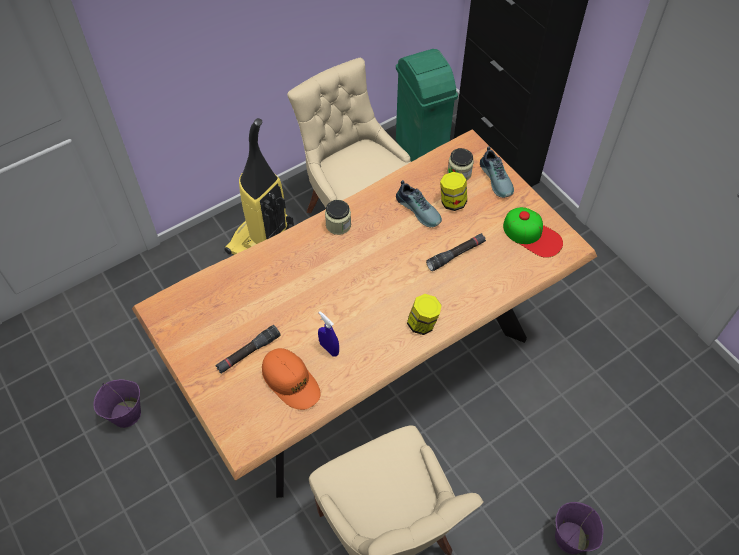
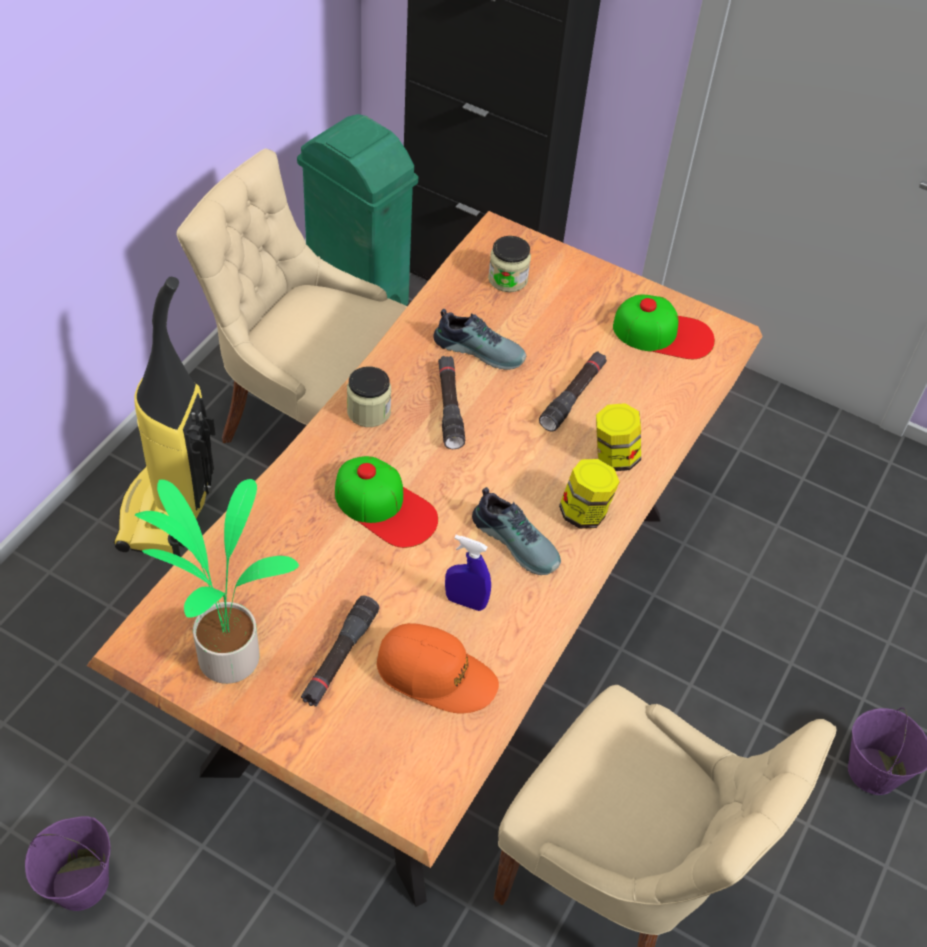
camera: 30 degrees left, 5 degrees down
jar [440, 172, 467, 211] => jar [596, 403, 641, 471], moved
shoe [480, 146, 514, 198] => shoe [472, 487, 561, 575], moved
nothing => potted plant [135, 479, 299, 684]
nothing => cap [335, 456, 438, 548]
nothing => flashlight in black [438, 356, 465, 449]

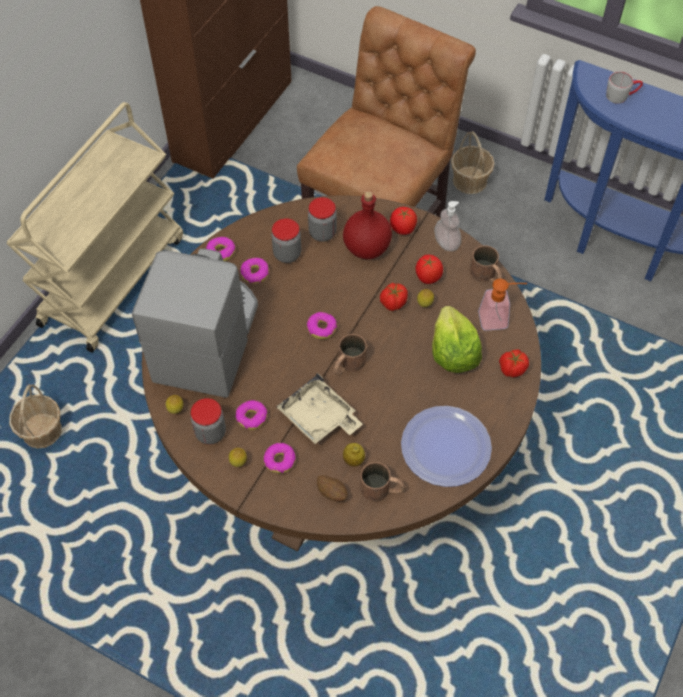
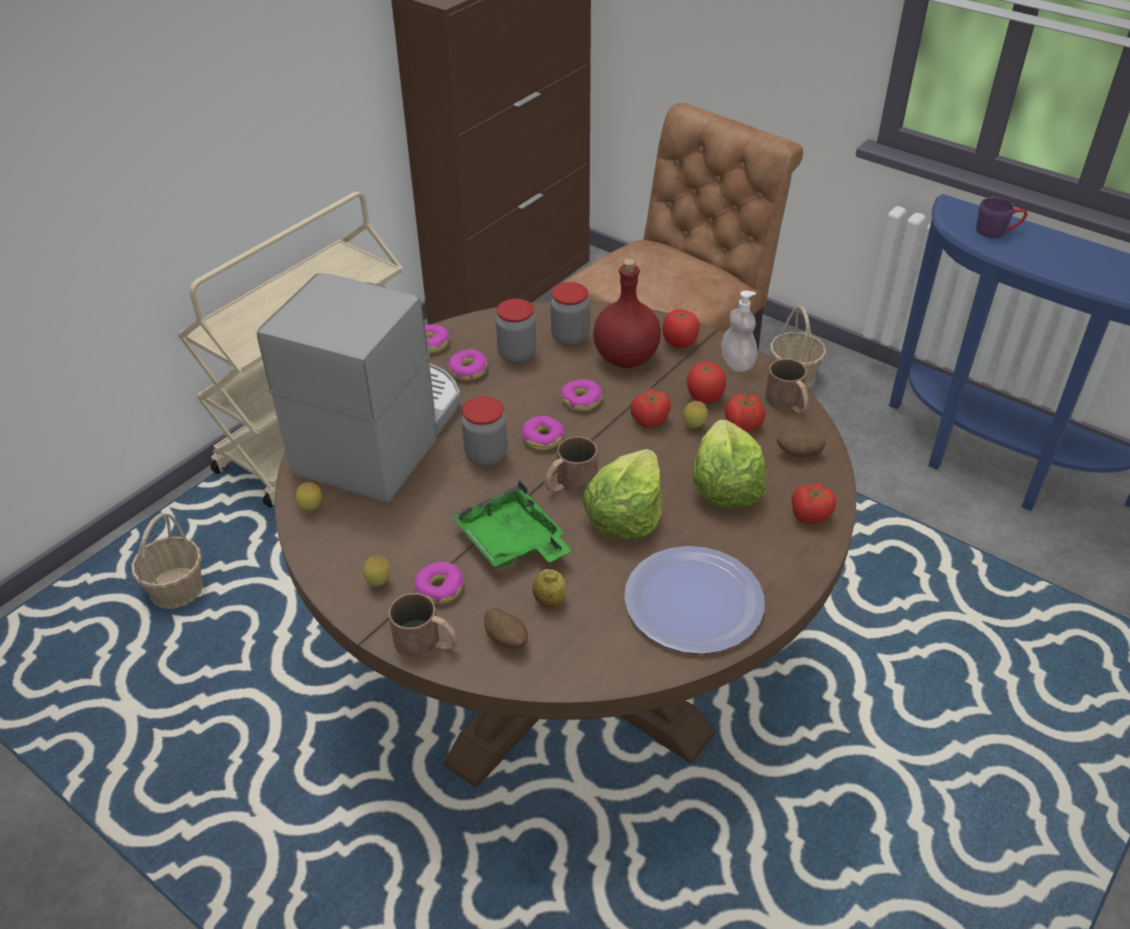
camera: 10 degrees right, 15 degrees down
jar [191, 398, 226, 445] => jar [462, 396, 508, 467], moved
donut [235, 400, 267, 430] => donut [561, 379, 602, 411], moved
tray in beige [276, 373, 363, 444] => tray in green [451, 480, 572, 567]
mug in brown [360, 462, 405, 502] => mug in brown [388, 593, 458, 658], moved
soap dispenser [478, 278, 527, 331] => potato [777, 430, 826, 457]
mug in grey [606, 71, 643, 104] => mug in purple [976, 197, 1028, 238]
nothing => lettuce [582, 449, 663, 540]
nothing => tomato [725, 392, 766, 432]

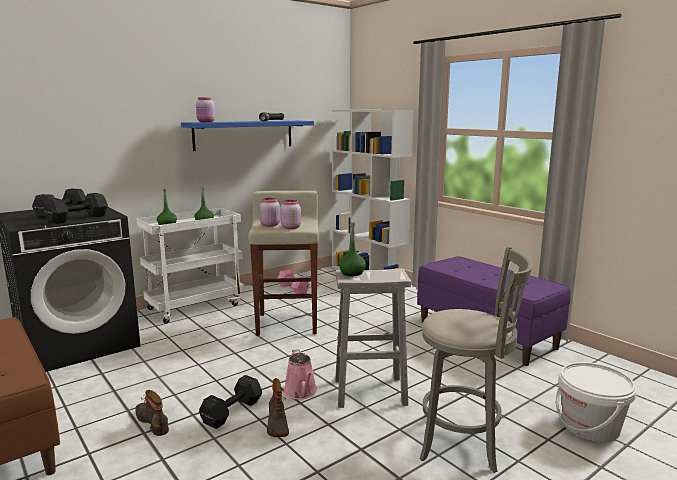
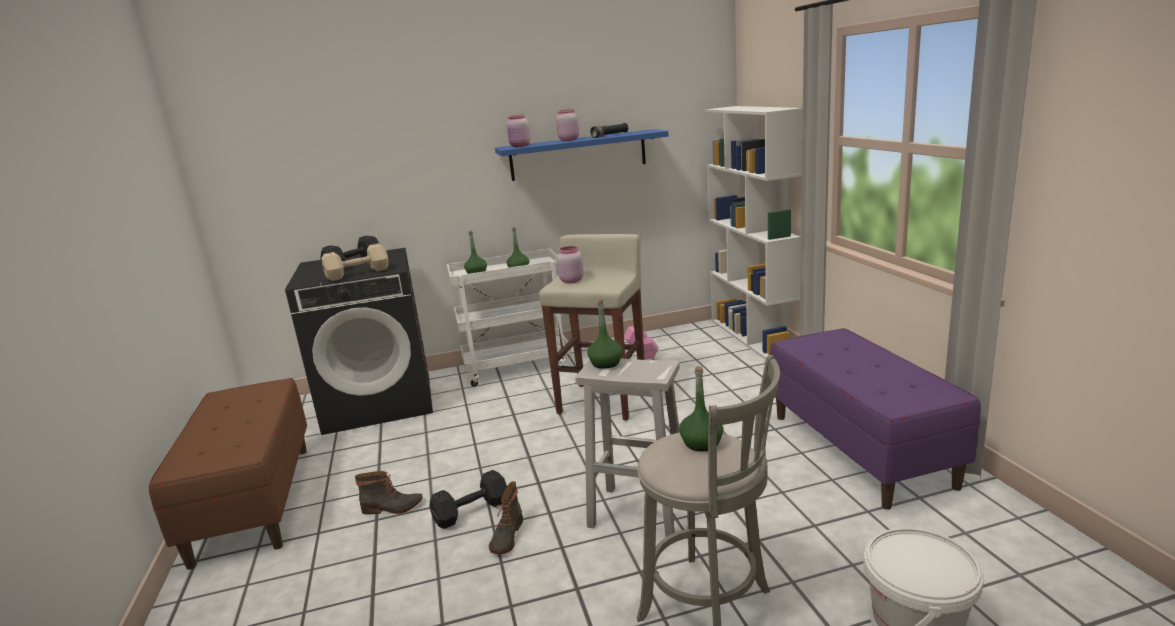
camera: 25 degrees right, 5 degrees up
dumbbell in black [43, 193, 108, 224] => dumbbell in beige [321, 244, 389, 281]
boot [135, 390, 169, 436] => boot [355, 471, 423, 515], 105 degrees clockwise
jar in pink [280, 200, 301, 229] => jar in pink [556, 109, 579, 141], moved
watering can in pink [284, 349, 317, 399] => nothing
nothing => bottle in green [679, 366, 723, 452]

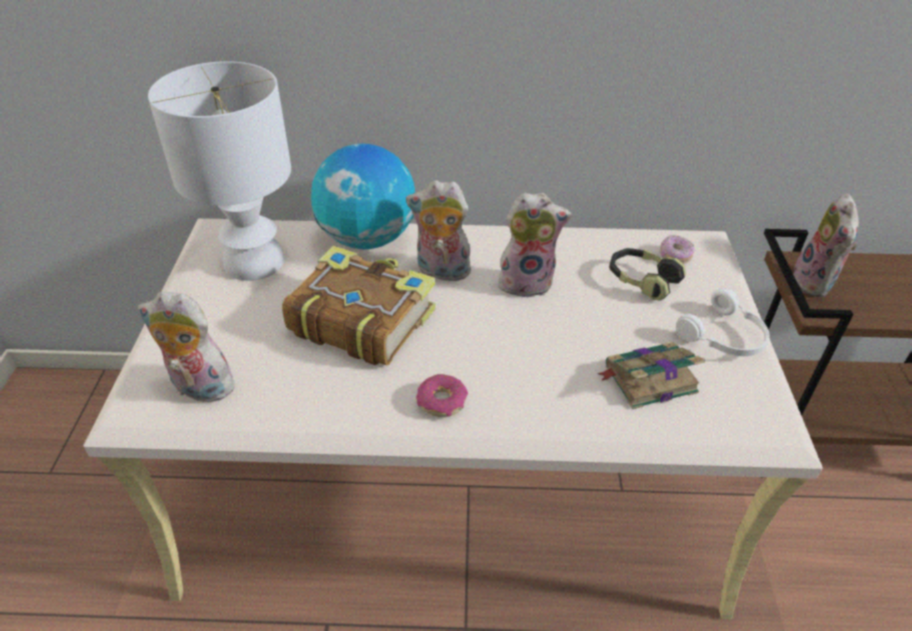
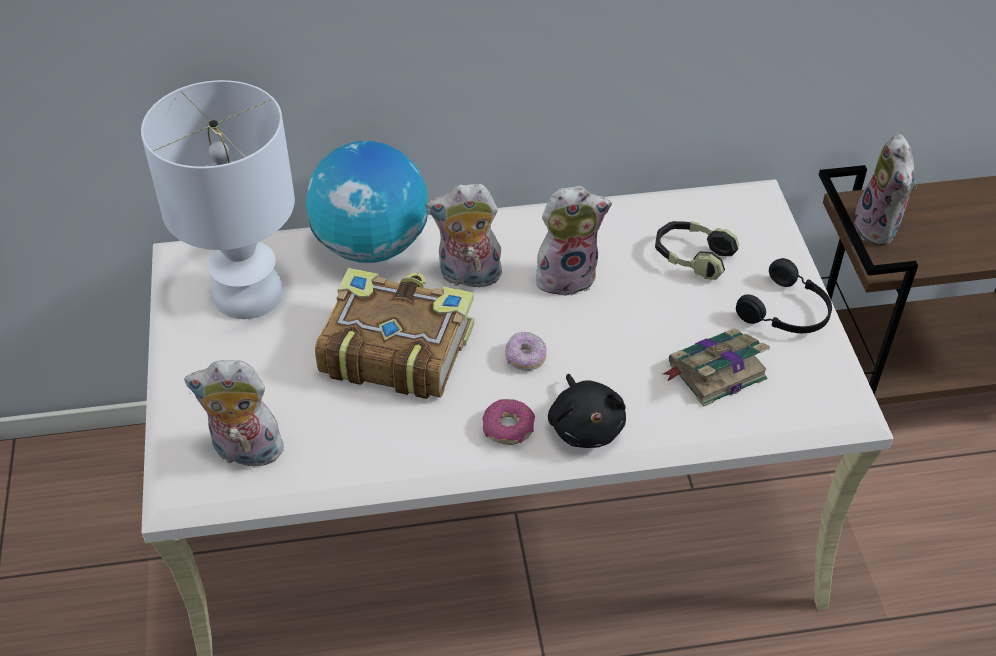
camera: 10 degrees left, 5 degrees up
donut [660, 235, 694, 264] => donut [505, 332, 547, 371], moved
headphones in white [676, 288, 769, 356] => headphones in black [736, 258, 832, 333]
nothing => plush toy in black [548, 374, 626, 448]

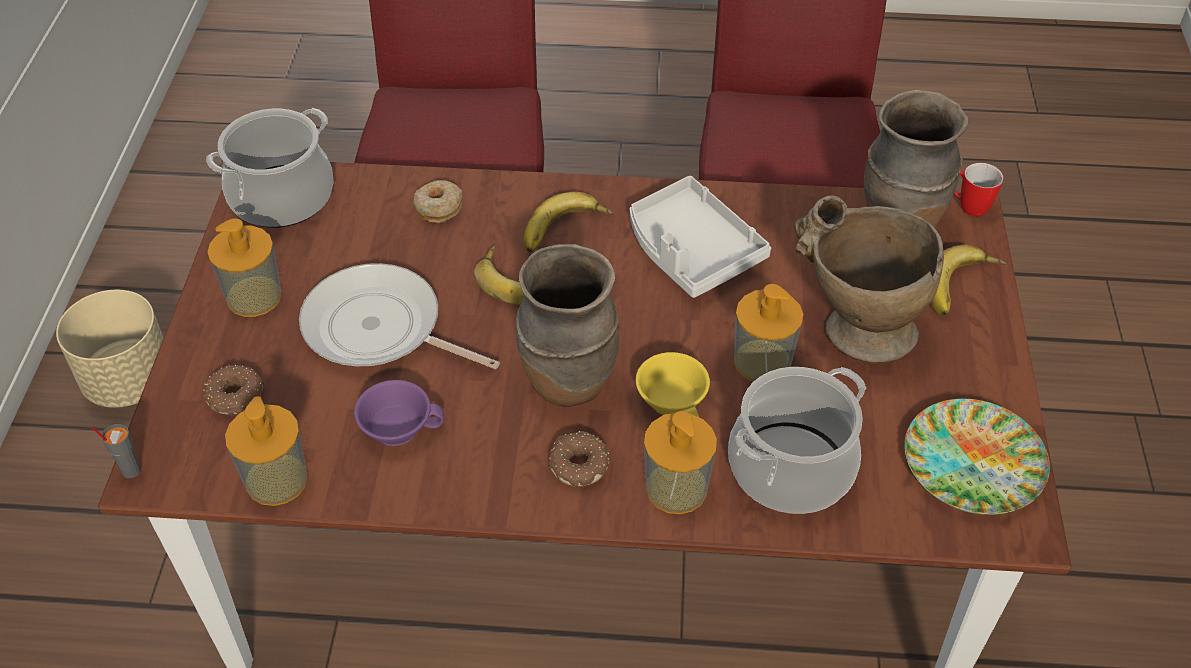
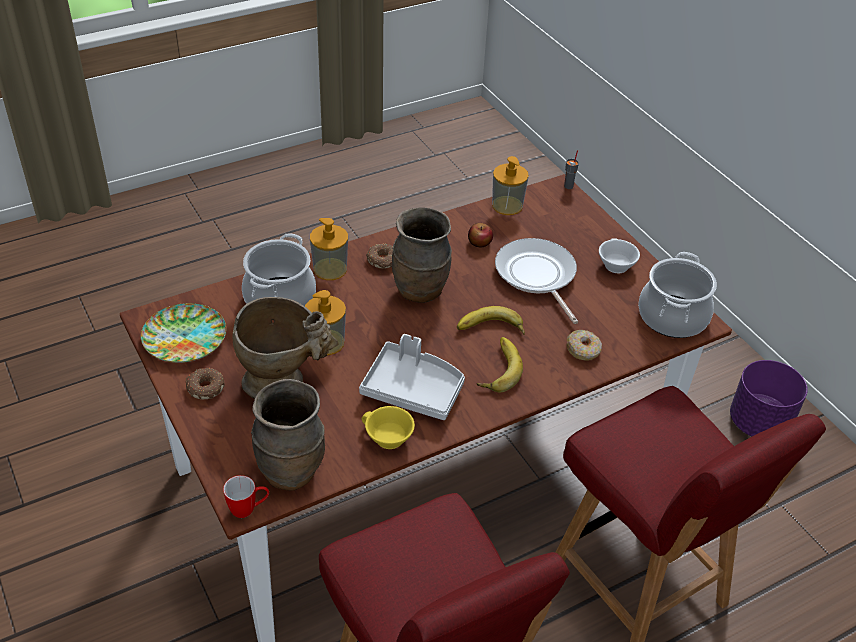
camera: 145 degrees right, 5 degrees down
planter in beige [56, 290, 163, 408] => planter in purple [730, 360, 808, 437]
donut [203, 365, 264, 416] => donut [186, 368, 225, 399], moved
soap dispenser [208, 218, 282, 317] => cup in white [599, 238, 640, 273]
frying pan [299, 263, 500, 369] => frying pan [495, 238, 578, 324], 105 degrees counterclockwise
cup in purple [354, 380, 444, 446] => apple [468, 223, 493, 247]
cup in yellow [636, 352, 710, 417] => cup in yellow [362, 406, 415, 449], moved
banana [930, 245, 1007, 315] => nothing

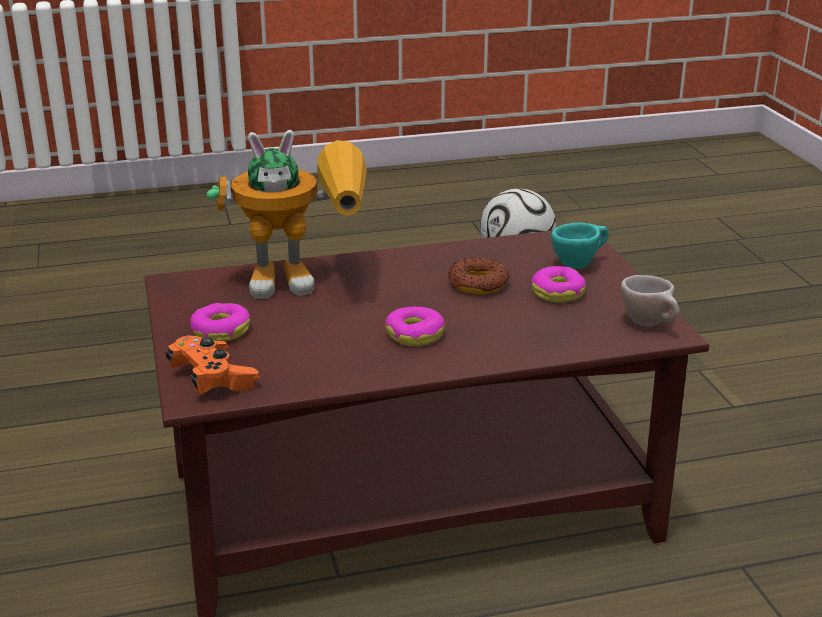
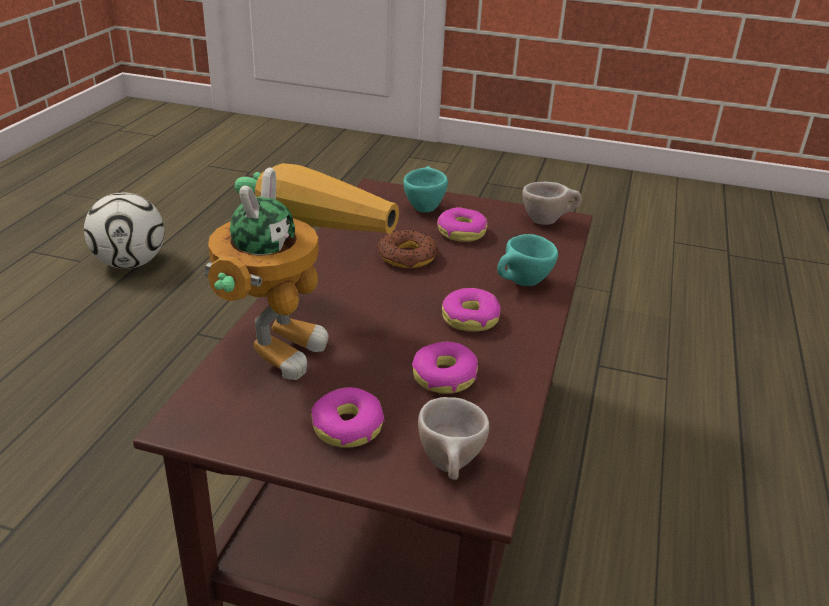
camera: 60 degrees left, 5 degrees up
game controller in orange [166, 335, 259, 395] => cup in beige [418, 397, 489, 480]
nothing => donut [412, 342, 478, 394]
nothing => cup in turquoise [497, 234, 558, 286]

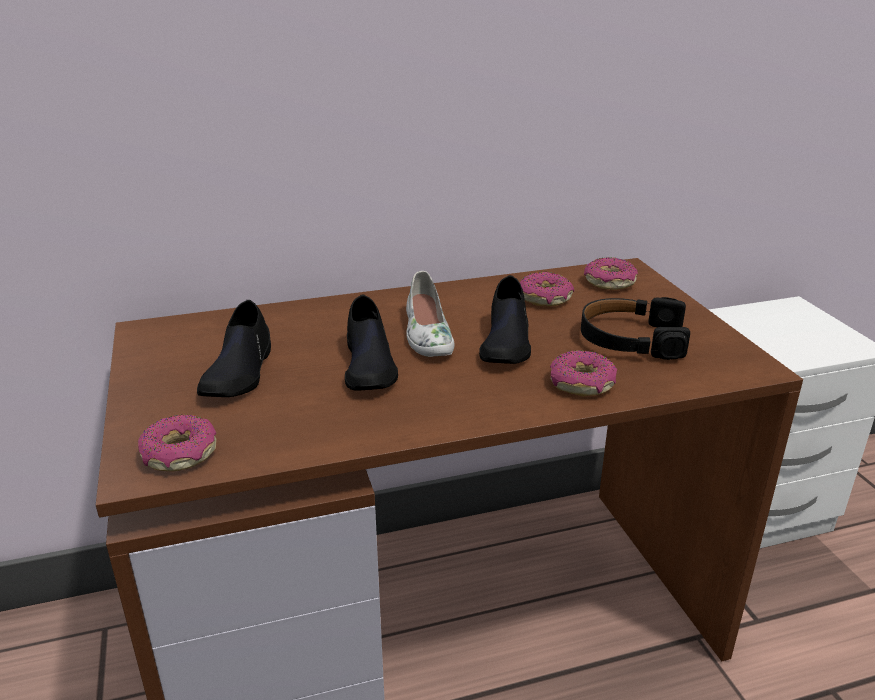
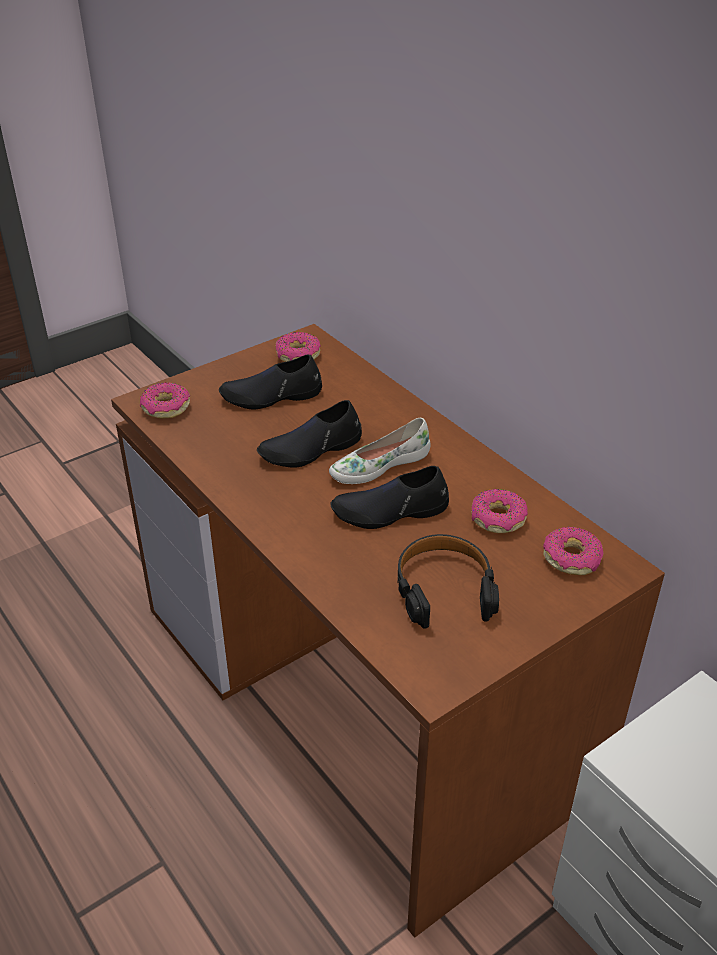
camera: 70 degrees right, 10 degrees up
donut [550, 350, 617, 396] => donut [275, 332, 321, 362], moved

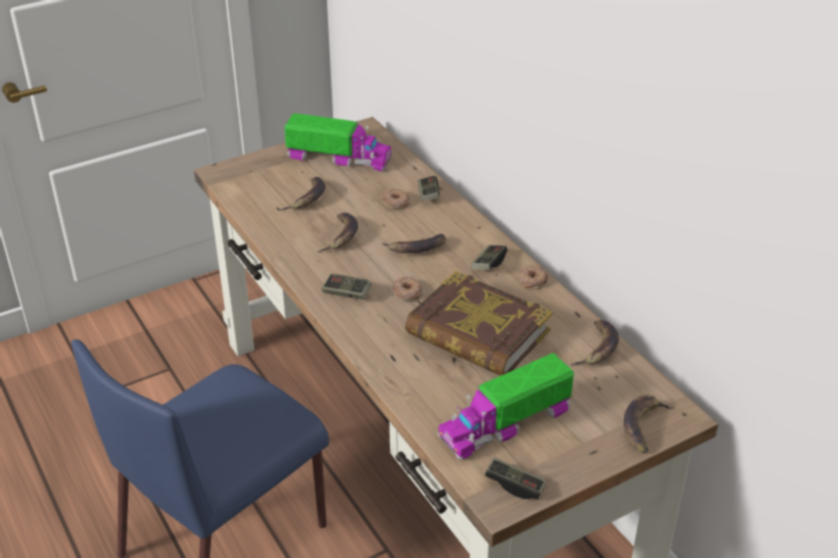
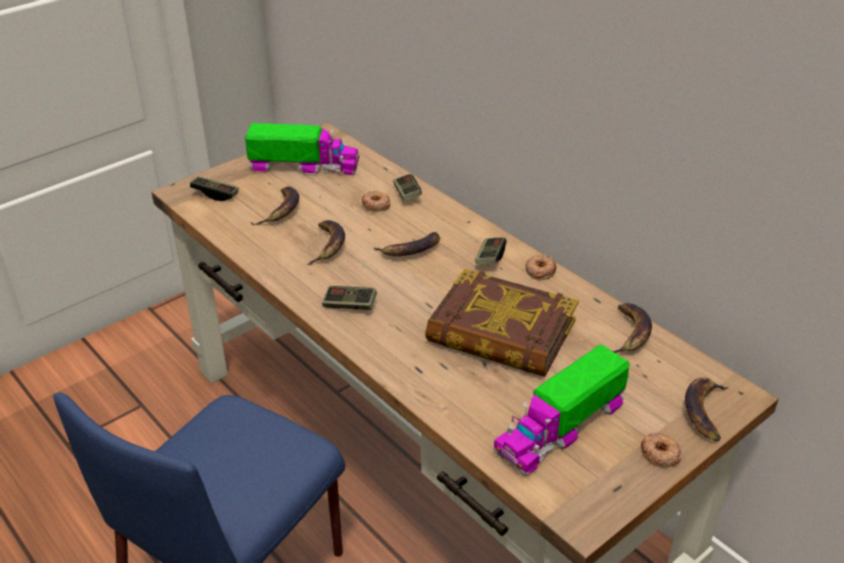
camera: 10 degrees left, 0 degrees up
donut [392, 277, 423, 301] => donut [641, 433, 682, 467], moved
game controller [485, 457, 546, 499] => game controller [190, 176, 239, 201], moved

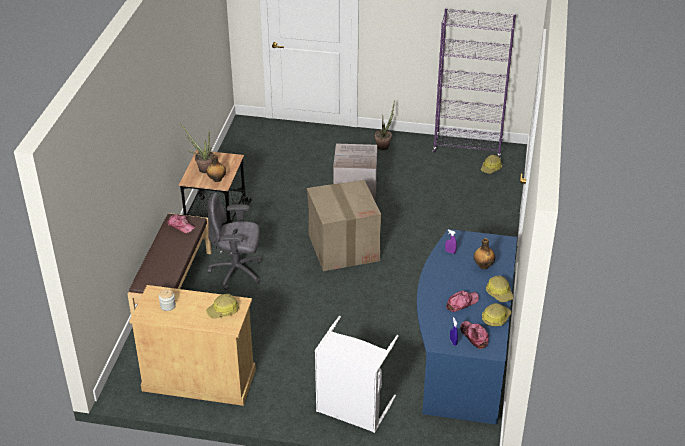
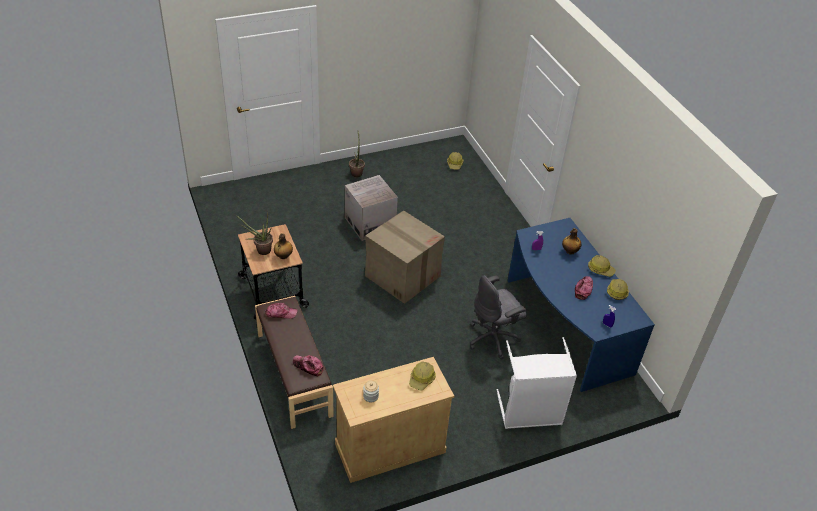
camera: 35 degrees left, 5 degrees up
office chair in grey [208, 193, 262, 290] => office chair in grey [470, 275, 527, 359], moved
bookcase in purple [433, 8, 516, 158] => nothing
cap [460, 321, 489, 349] => cap [293, 355, 324, 376], moved

